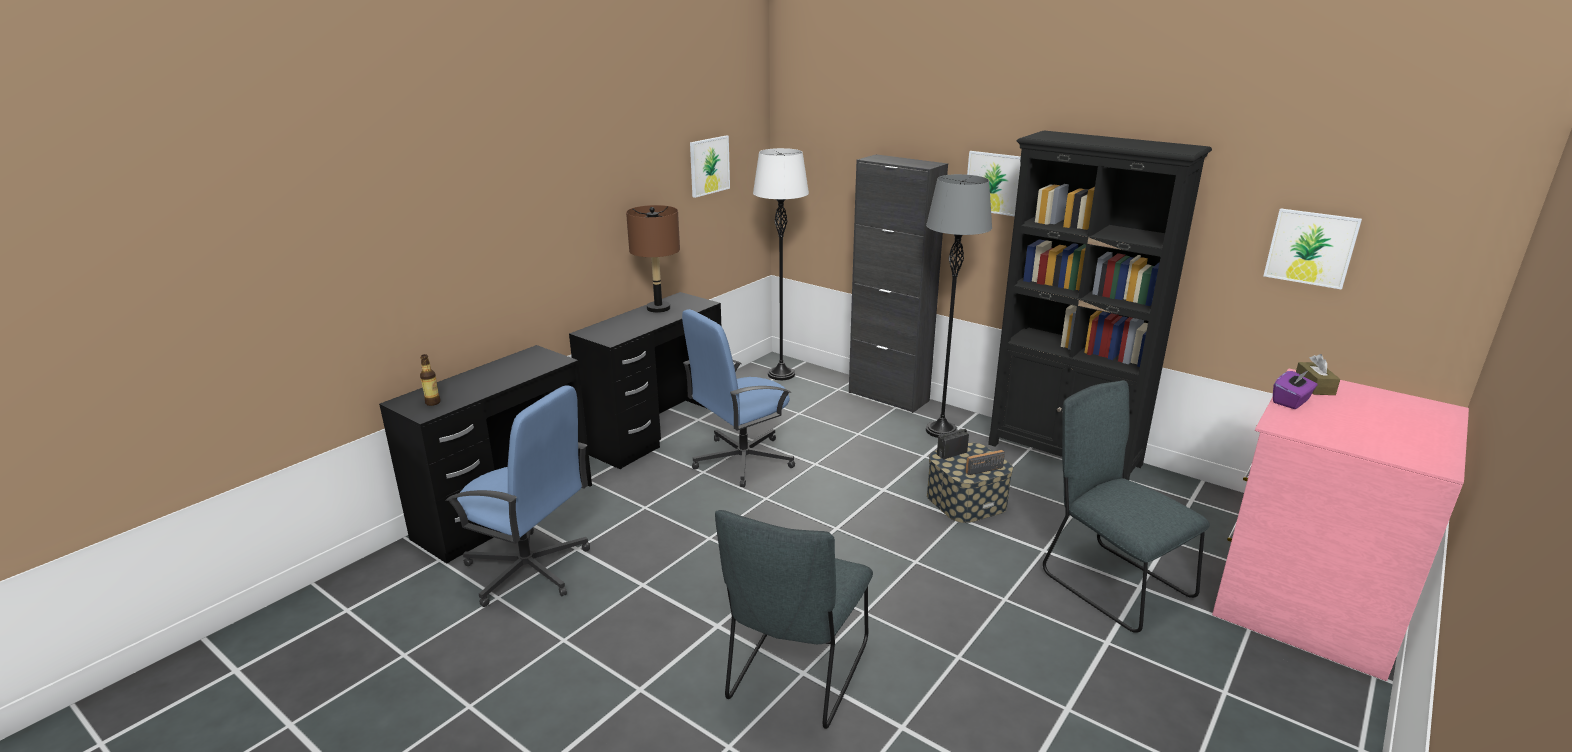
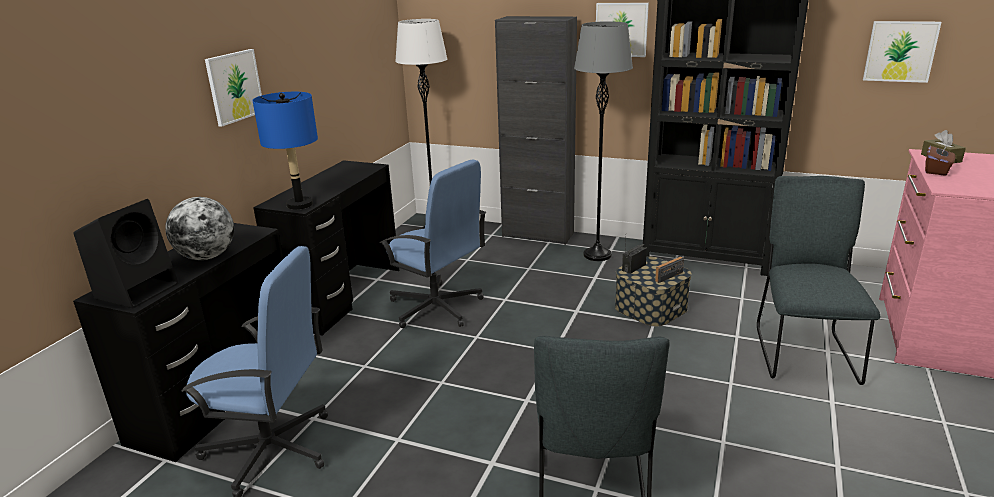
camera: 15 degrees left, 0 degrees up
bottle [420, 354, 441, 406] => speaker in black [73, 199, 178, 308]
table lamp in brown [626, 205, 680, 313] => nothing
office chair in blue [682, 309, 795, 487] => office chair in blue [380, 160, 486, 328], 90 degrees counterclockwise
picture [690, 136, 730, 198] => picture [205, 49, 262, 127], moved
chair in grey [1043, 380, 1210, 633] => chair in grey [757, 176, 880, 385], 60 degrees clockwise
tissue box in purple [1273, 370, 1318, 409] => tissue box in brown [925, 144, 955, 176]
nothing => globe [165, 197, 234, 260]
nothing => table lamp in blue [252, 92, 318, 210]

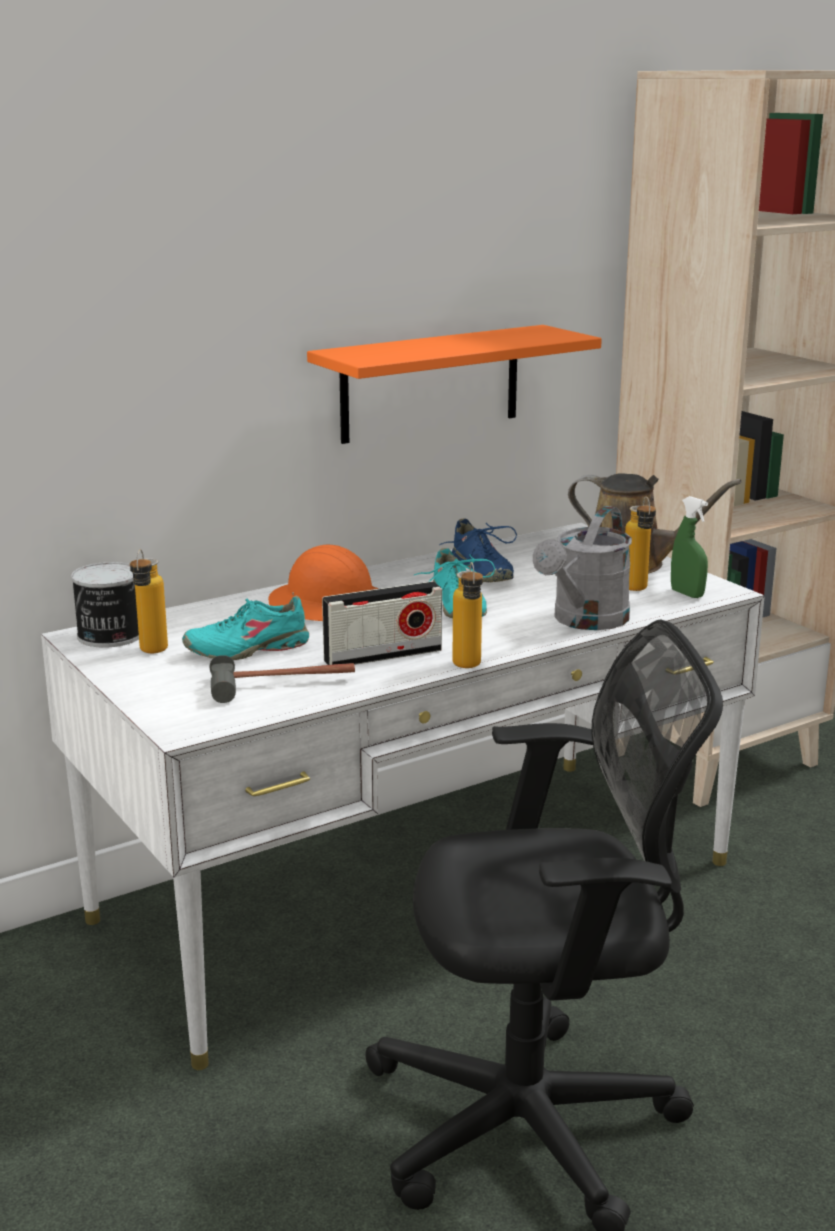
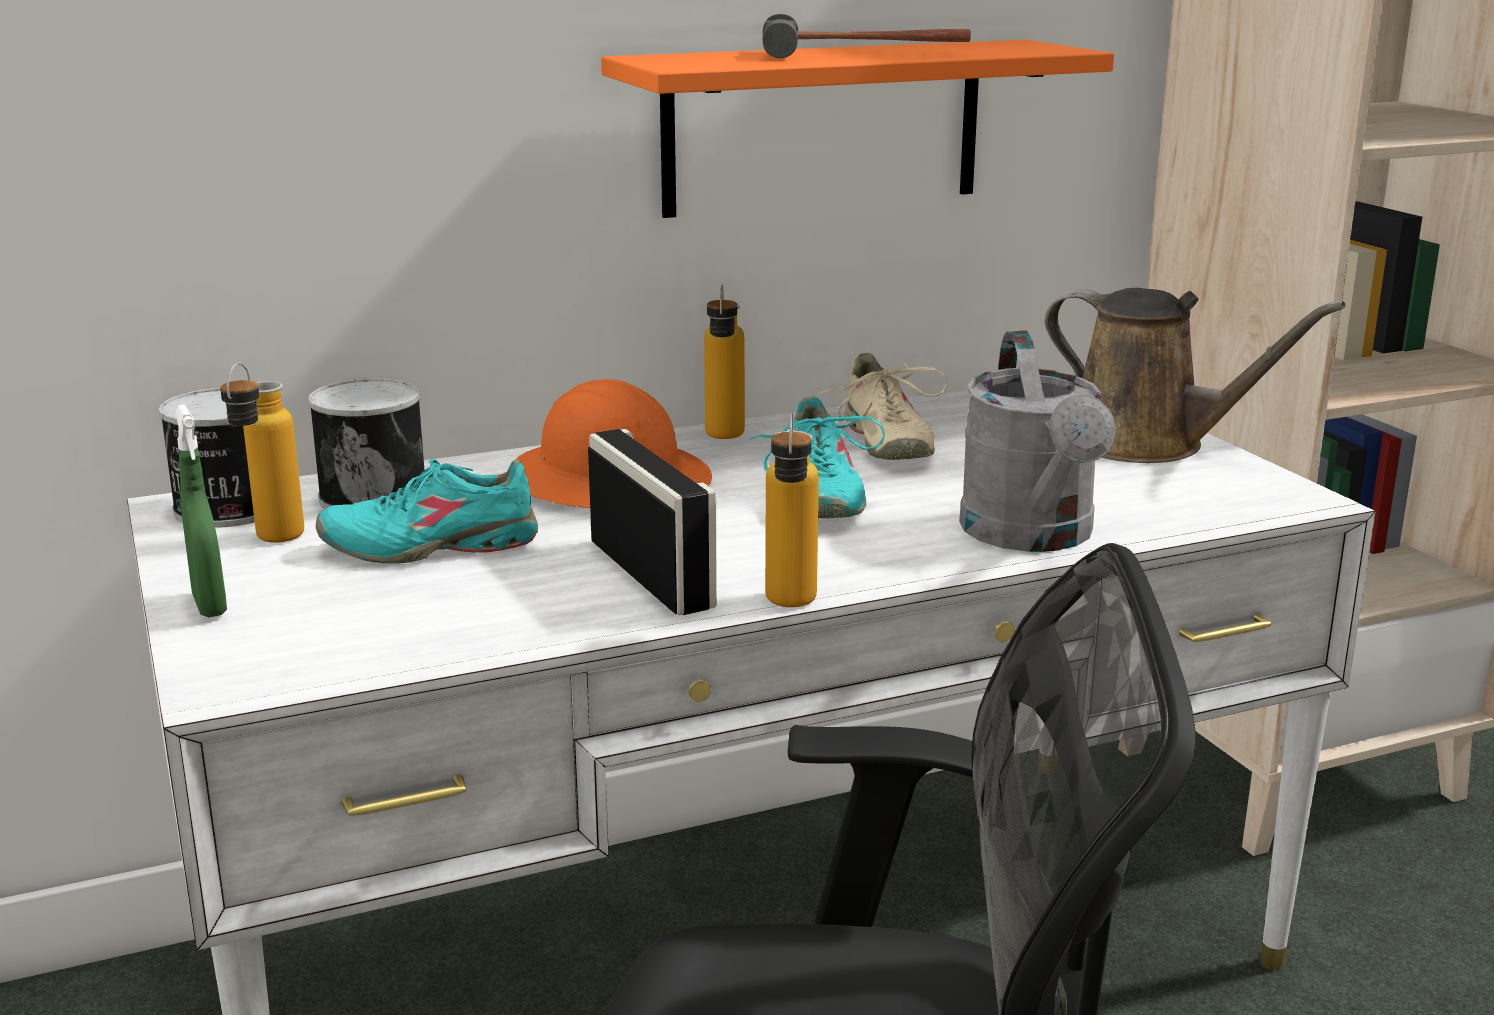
camera: 10 degrees right, 0 degrees up
hammer [210, 655, 355, 703] => hammer [763, 14, 971, 58], moved
radio [322, 581, 442, 665] => radio [588, 429, 717, 615], 105 degrees counterclockwise
shoe in blue [440, 518, 517, 583] => shoe in beige [818, 353, 947, 460]
watering can in grey [533, 506, 632, 630] => watering can in grey [959, 330, 1116, 552], 45 degrees counterclockwise
bottle [625, 496, 656, 591] => bottle [704, 284, 745, 439], moved
spray bottle in green [671, 496, 708, 598] => spray bottle in green [175, 404, 227, 617], moved
nothing => can [308, 378, 424, 509]

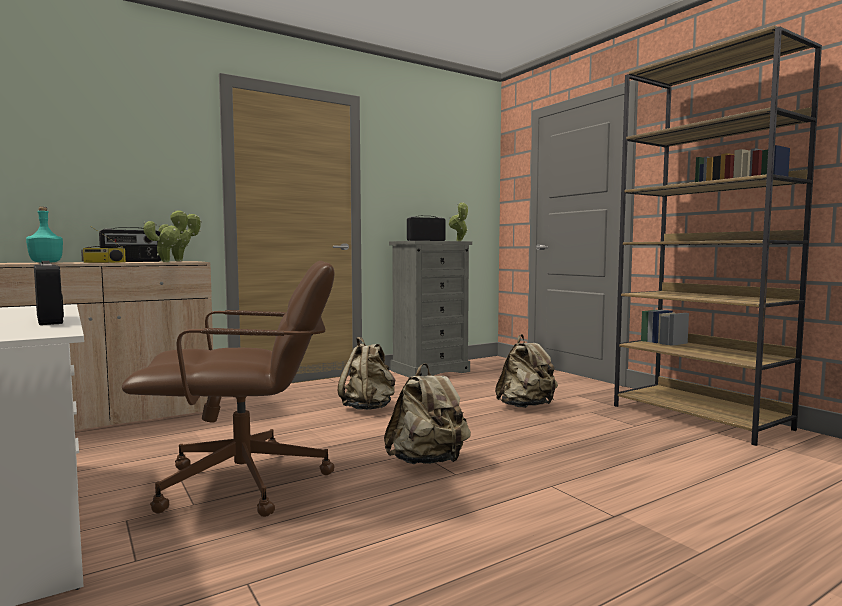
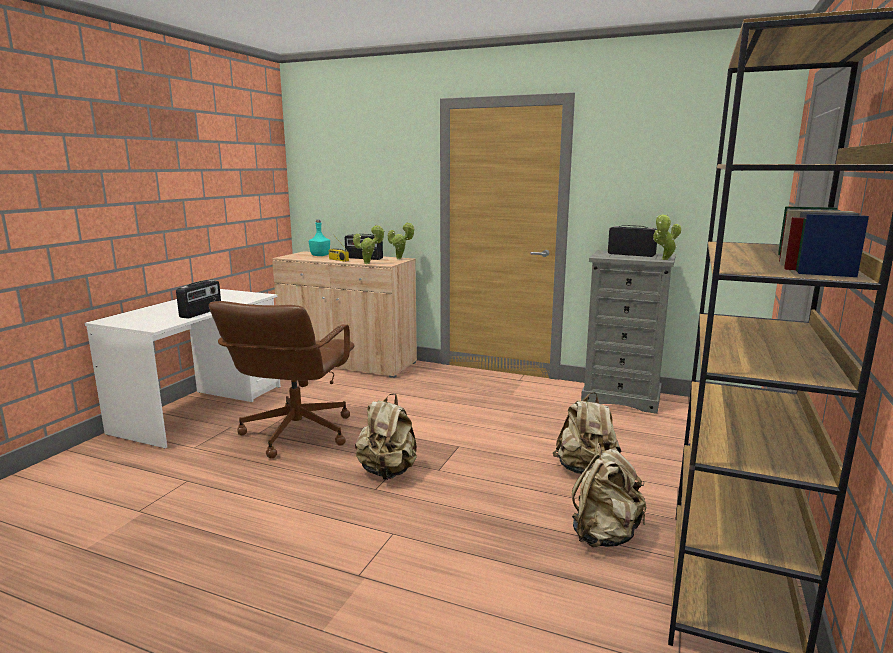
camera: 55 degrees right, 10 degrees up
office chair in brown [122, 261, 335, 517] => office chair in brown [209, 301, 355, 459], 60 degrees clockwise
backpack in beige [338, 337, 395, 410] => backpack in beige [572, 443, 646, 548], moved

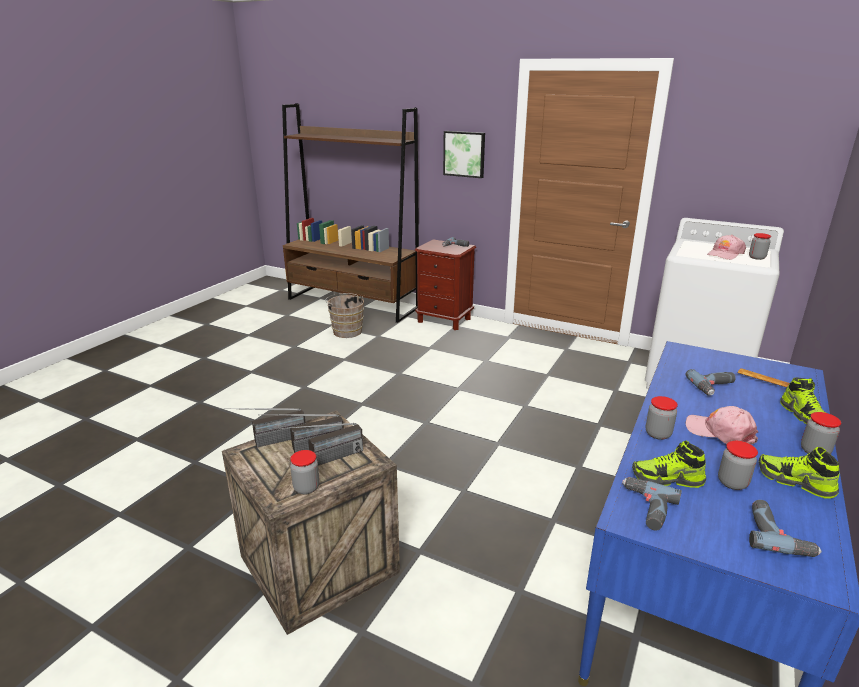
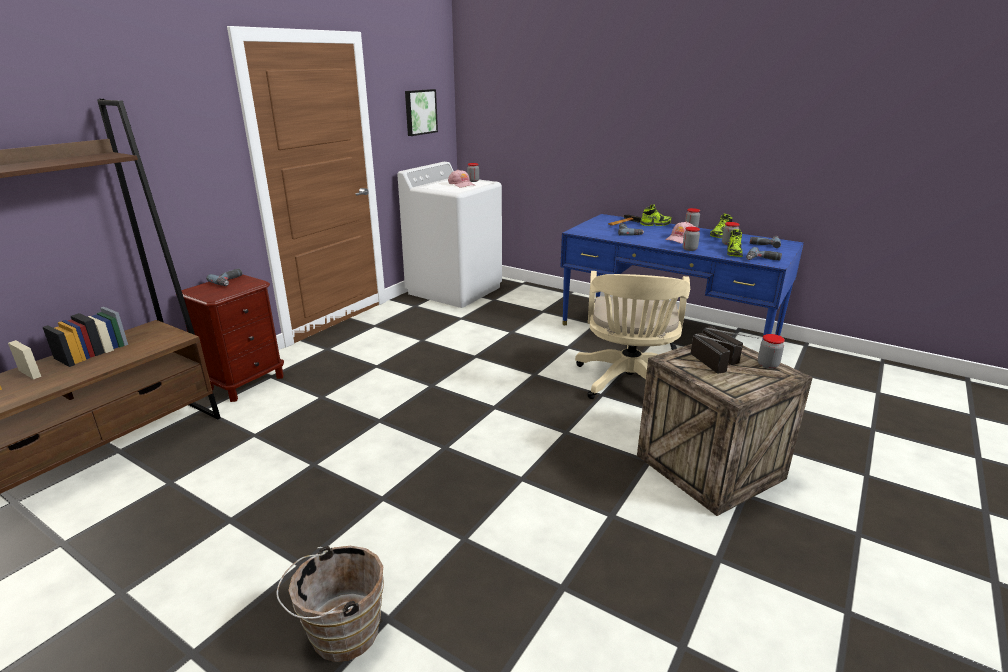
camera: 85 degrees left, 0 degrees up
radio [220, 408, 306, 447] => nothing
bucket in brown [325, 293, 364, 338] => bucket in brown [277, 546, 384, 662], moved
picture [443, 131, 485, 178] => picture [405, 89, 438, 136], moved
nothing => office chair in beige [575, 271, 690, 399]

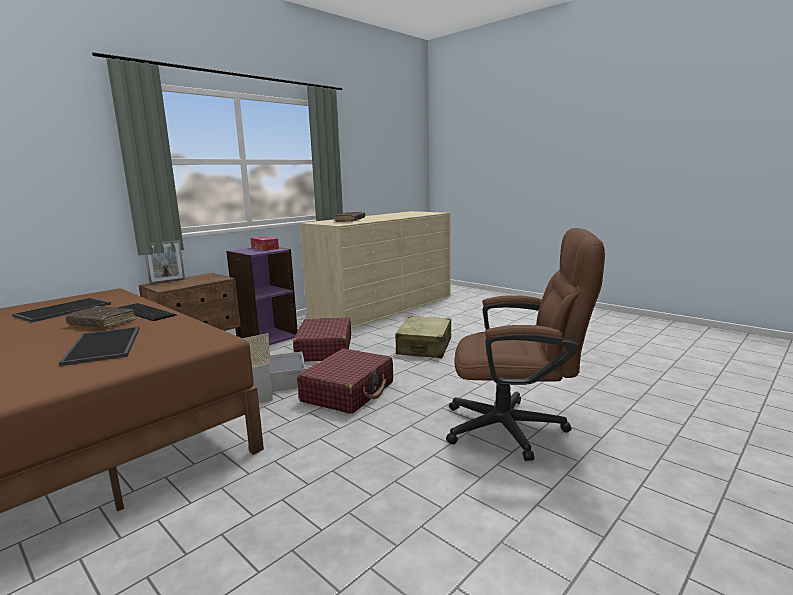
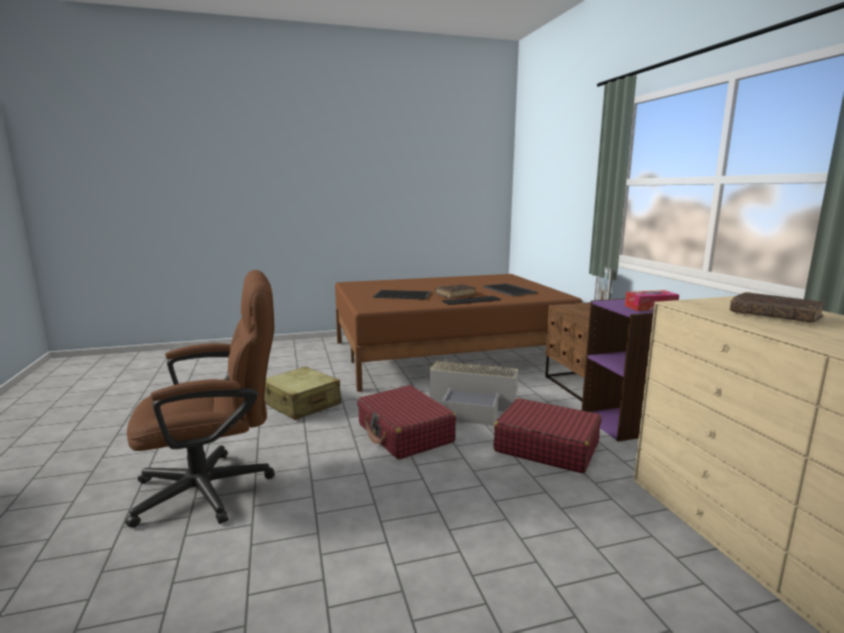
camera: 120 degrees right, 0 degrees up
suitcase in beige [395, 316, 451, 358] => suitcase in beige [264, 366, 341, 420], moved
office chair in brown [446, 228, 605, 461] => office chair in brown [125, 270, 275, 528], 150 degrees counterclockwise

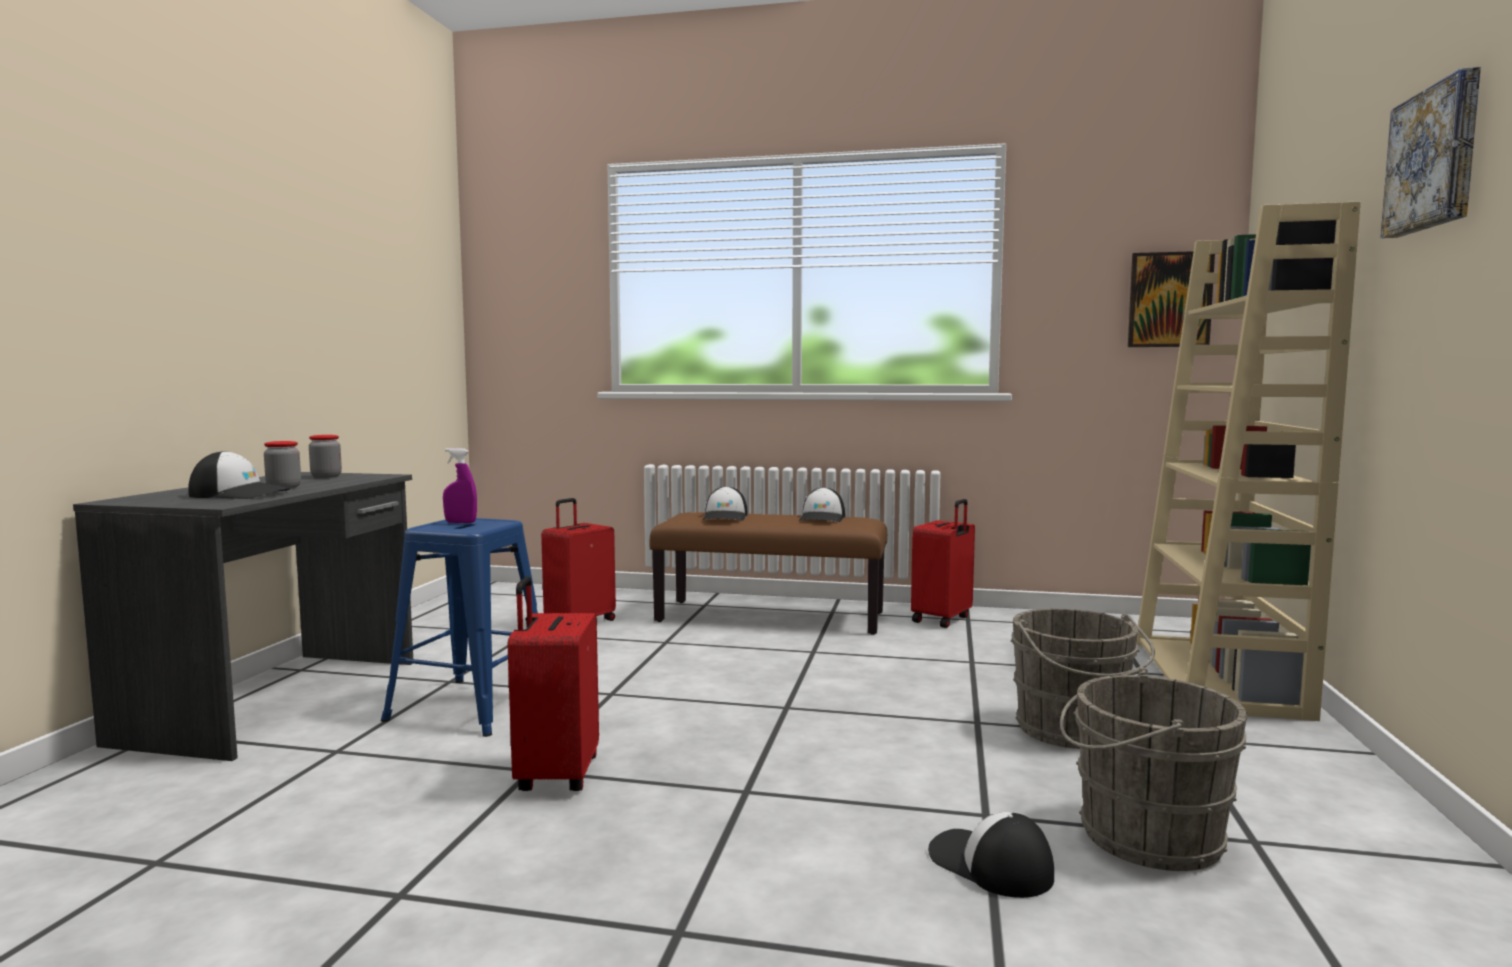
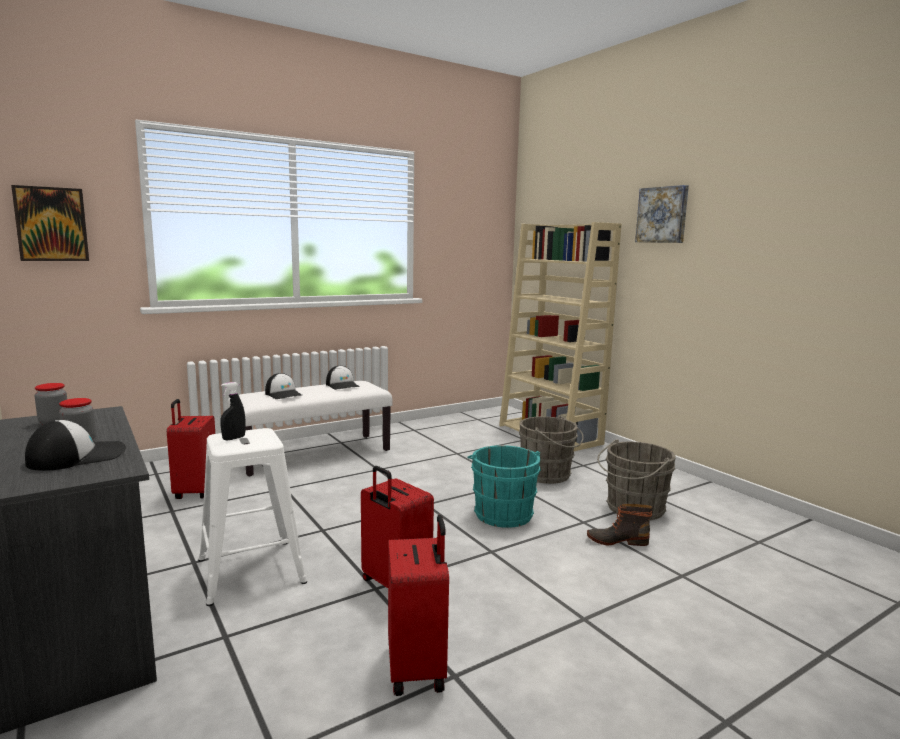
camera: 45 degrees left, 5 degrees up
stool in blue [381, 518, 538, 737] => stool in white [198, 428, 307, 606]
spray bottle in purple [443, 448, 477, 523] => spray bottle in black [220, 382, 246, 441]
bench in brown [649, 512, 887, 635] => bench in white [227, 381, 393, 476]
suitcase in red [911, 499, 975, 628] => suitcase in red [388, 515, 449, 696], moved
cap [928, 812, 1054, 898] => boot [587, 504, 653, 546]
picture [1128, 251, 1215, 347] => picture [11, 185, 89, 261], moved
nothing => bucket in turquoise [467, 445, 541, 528]

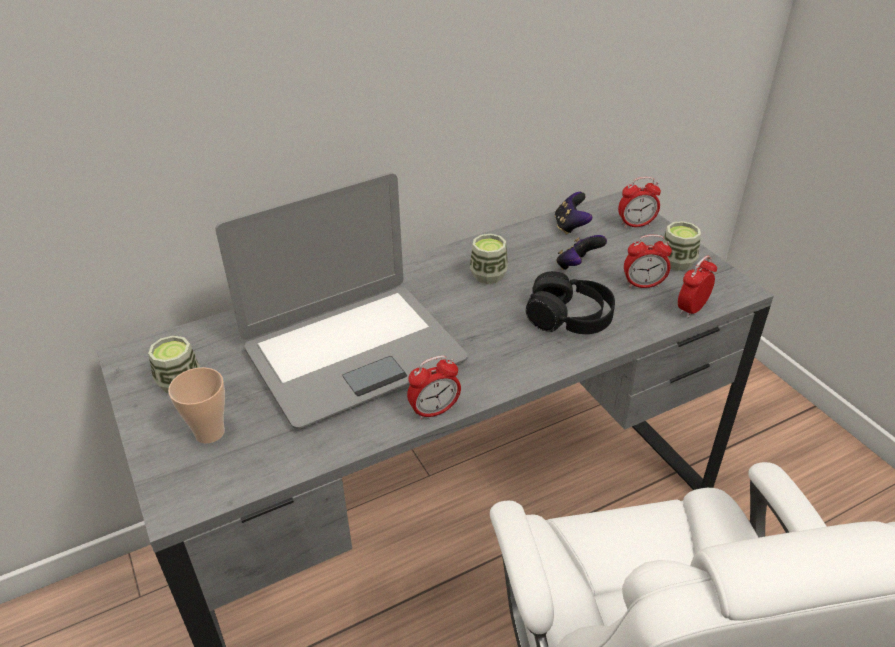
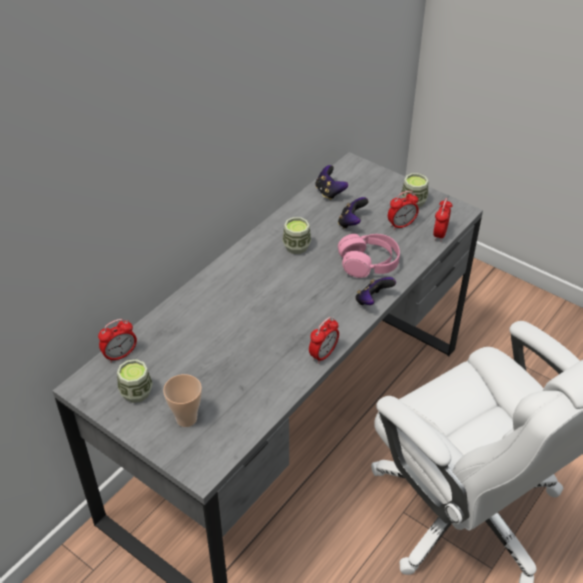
camera: 25 degrees left, 5 degrees up
laptop [215, 173, 468, 429] => nothing
headphones in black [526, 271, 615, 334] => headphones in pink [338, 234, 400, 278]
alarm clock [618, 177, 661, 228] => alarm clock [98, 319, 137, 363], moved
nothing => game controller [355, 277, 396, 305]

